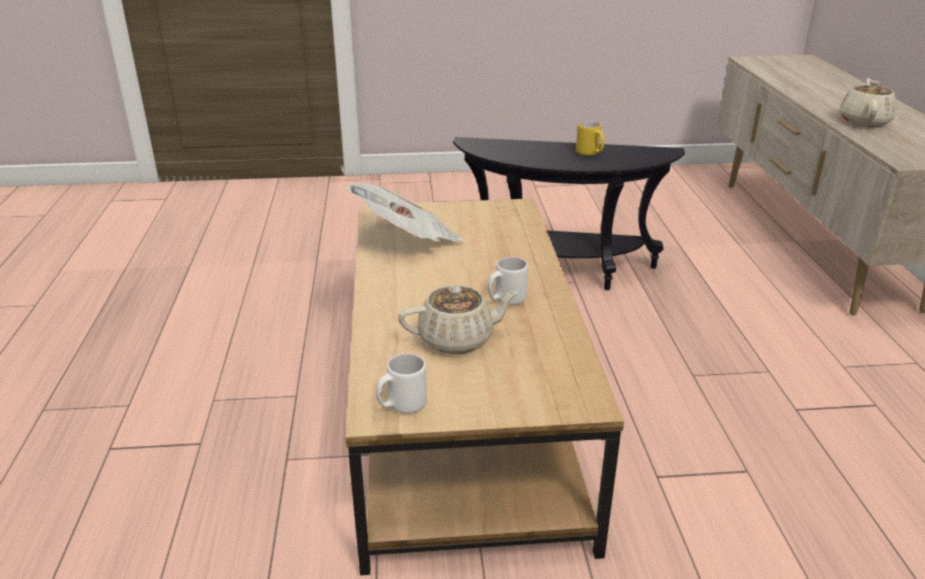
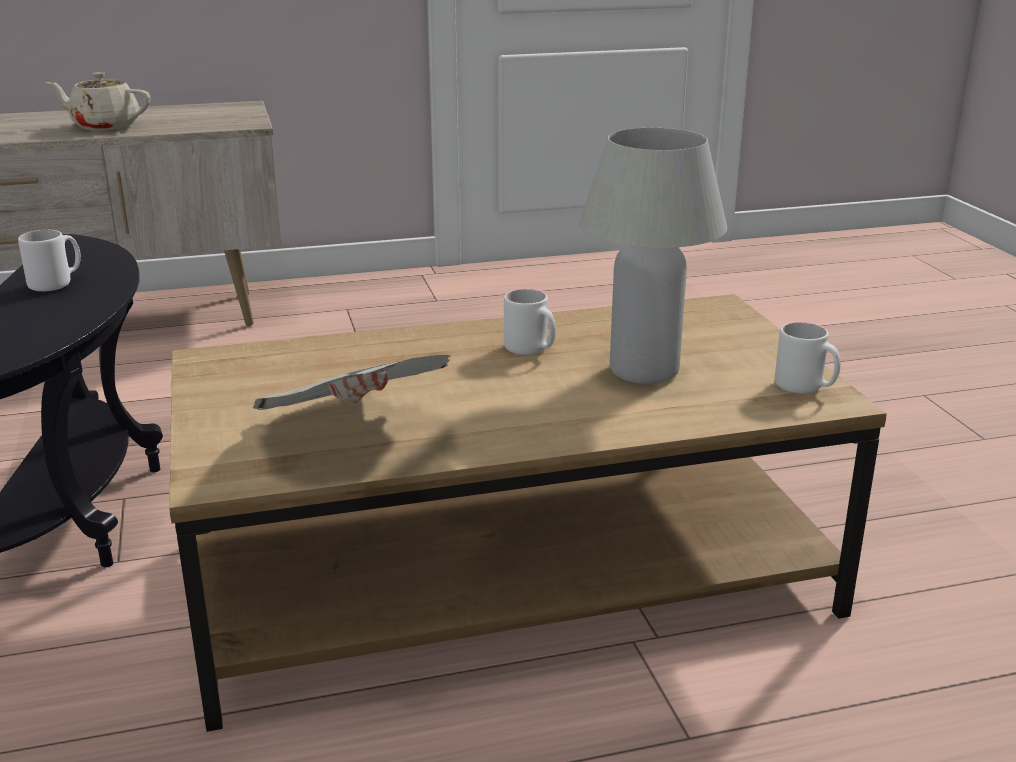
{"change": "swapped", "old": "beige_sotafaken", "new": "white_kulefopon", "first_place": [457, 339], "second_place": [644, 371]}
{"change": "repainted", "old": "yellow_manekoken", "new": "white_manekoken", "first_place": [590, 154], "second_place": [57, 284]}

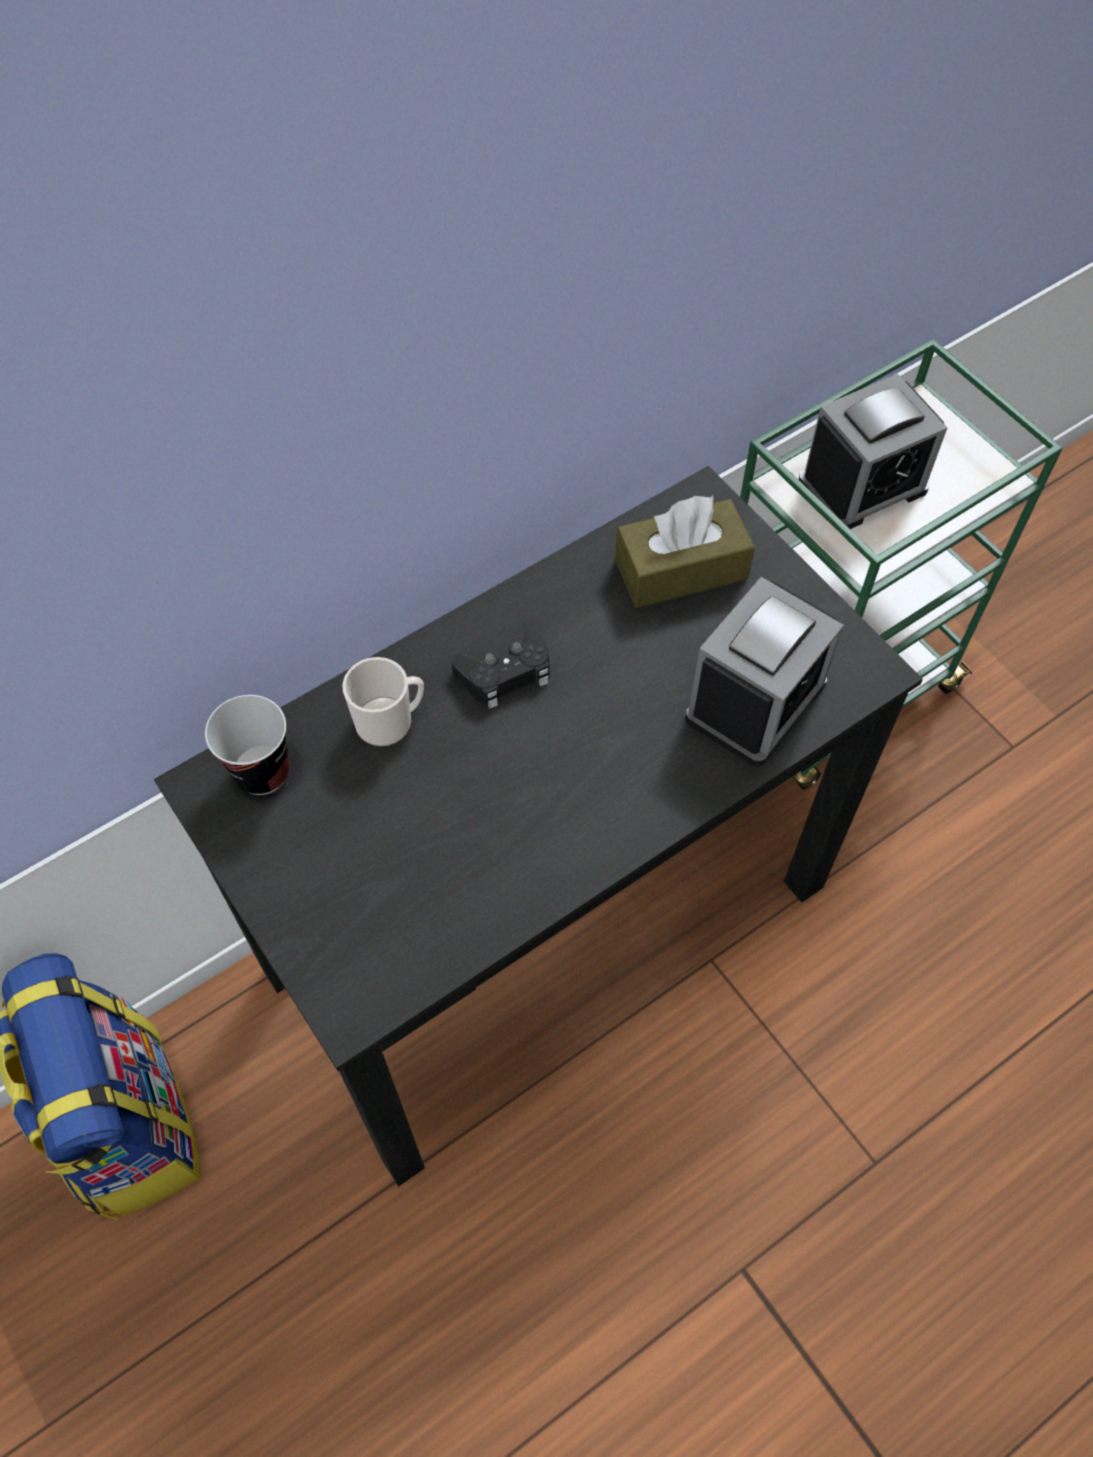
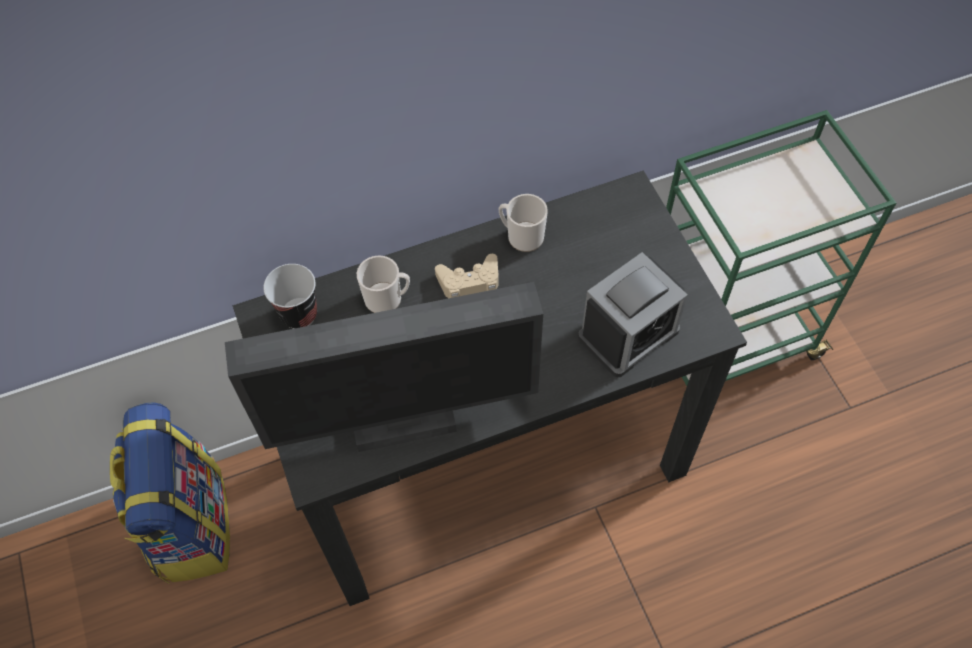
{"change": "gone", "old": "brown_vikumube", "first_place": [681, 569]}
{"change": "gone", "old": "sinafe", "first_place": [862, 486]}
{"change": "new", "new": "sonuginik", "second_place": [404, 423]}
{"change": "new", "new": "manekoken", "second_place": [521, 236]}
{"change": "repainted", "old": "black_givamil", "new": "beige_givamil", "first_place": [506, 673], "second_place": [469, 282]}

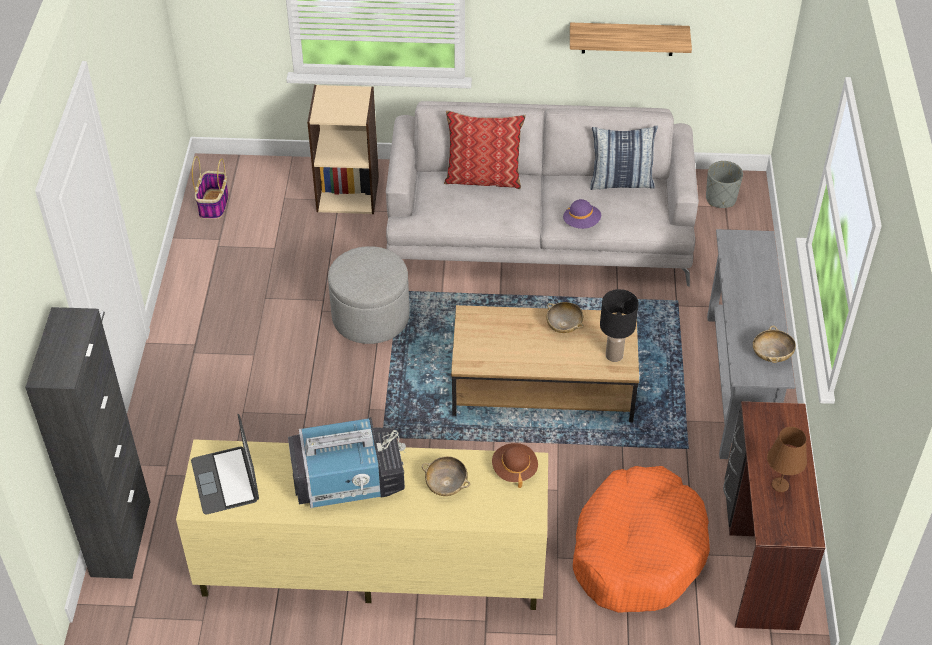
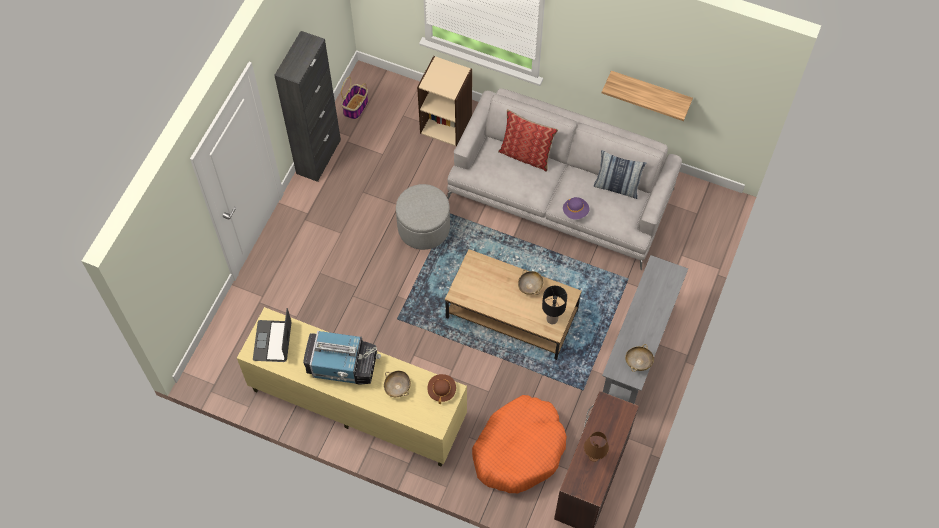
{"change": "gone", "old": "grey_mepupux", "first_place": [721, 199]}
{"change": "shifted", "old": "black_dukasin", "first_place": [121, 538], "second_place": [318, 157]}

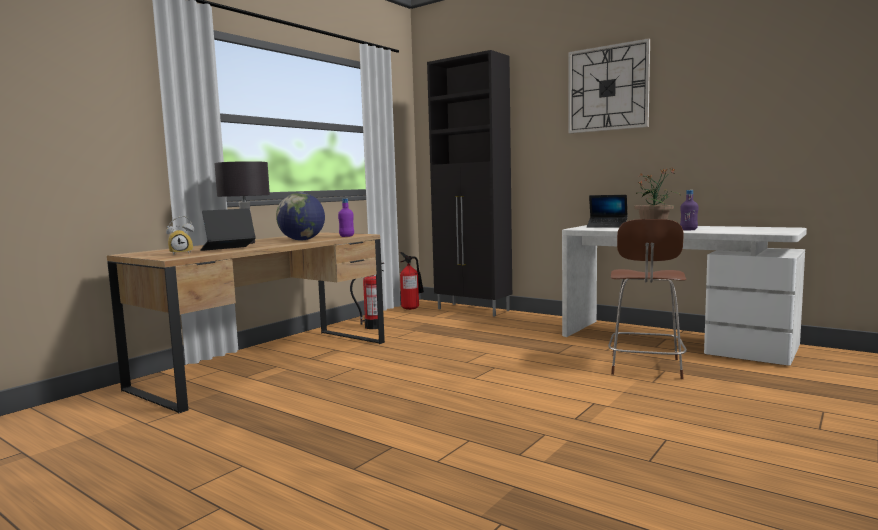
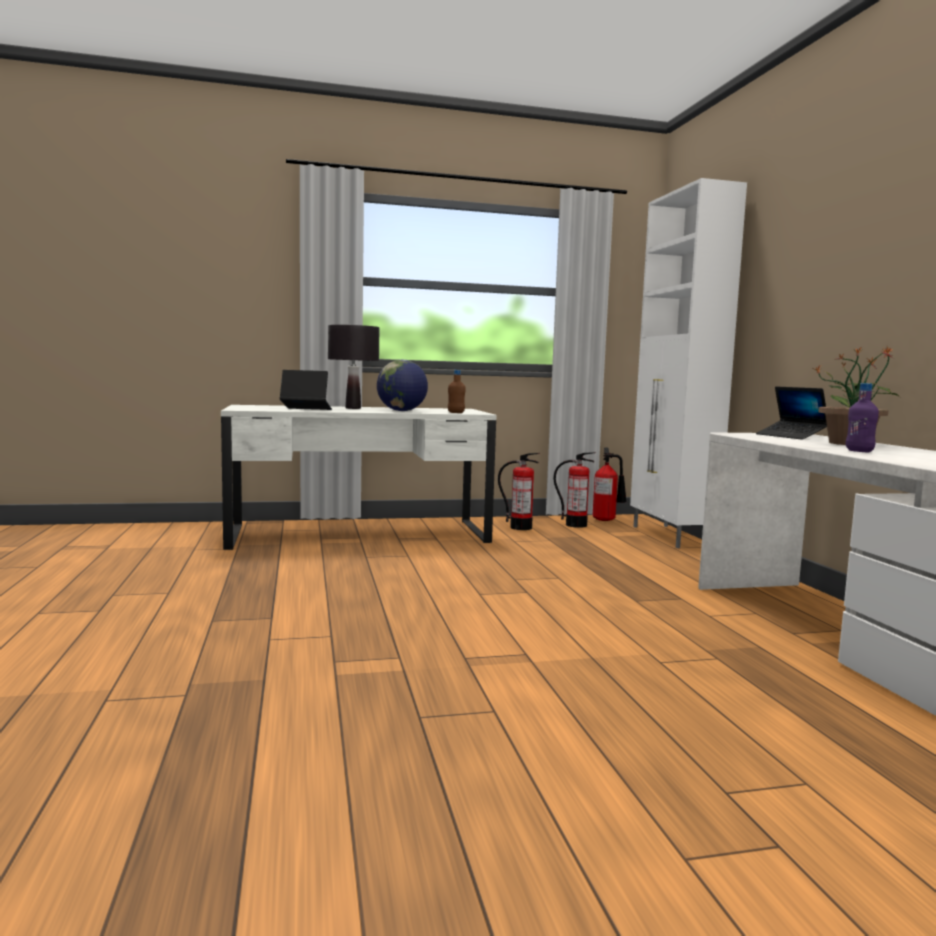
{"change": "gone", "old": "sinafe", "first_place": [182, 253]}
{"change": "gone", "old": "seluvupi", "first_place": [607, 88]}
{"change": "gone", "old": "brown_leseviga", "first_place": [645, 367]}
{"change": "new", "new": "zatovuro", "second_place": [576, 525]}
{"change": "repainted", "old": "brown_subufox", "new": "white_subufox", "first_place": [268, 364], "second_place": [359, 534]}
{"change": "repainted", "old": "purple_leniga", "new": "brown_leniga", "first_place": [346, 236], "second_place": [456, 412]}
{"change": "repainted", "old": "black_dukasin", "new": "white_dukasin", "first_place": [473, 310], "second_place": [671, 536]}

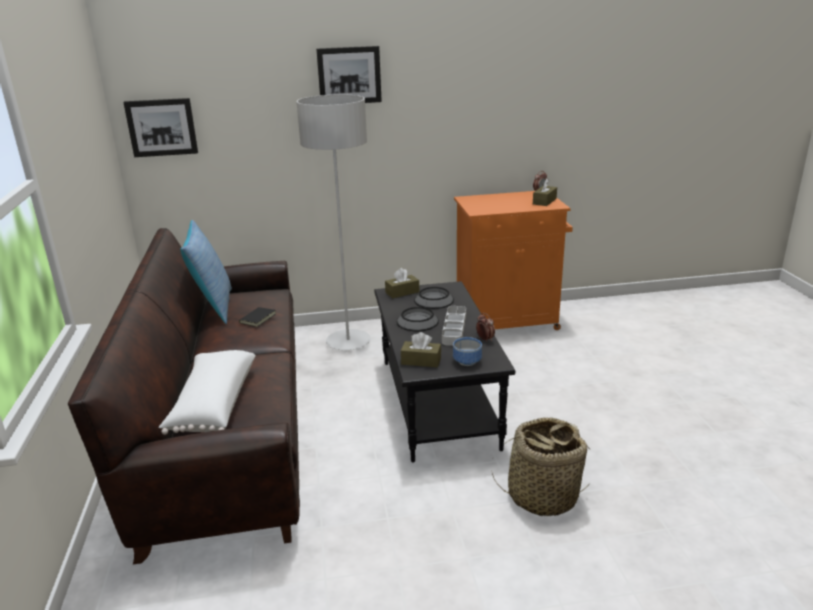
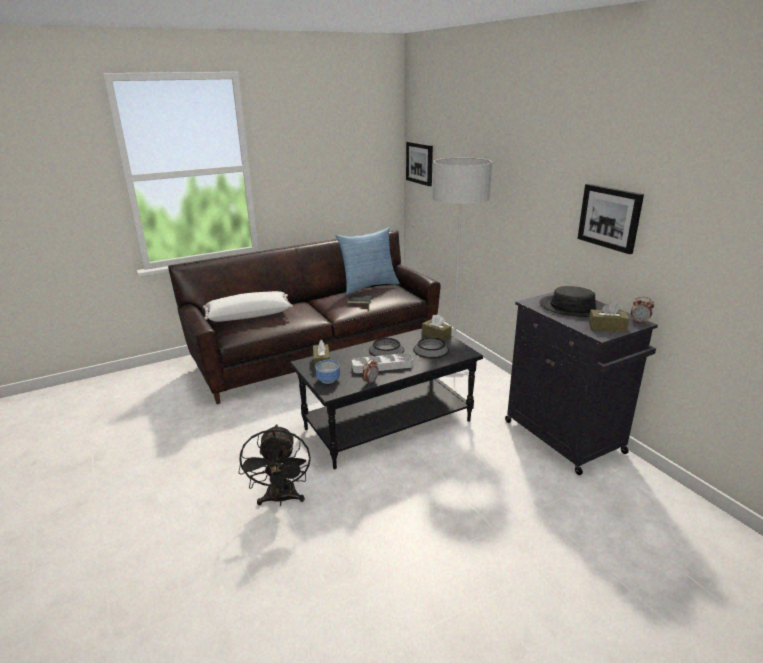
{"change": "new", "new": "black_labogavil", "second_place": [572, 307]}
{"change": "shifted", "old": "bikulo", "first_place": [349, 75], "second_place": [610, 217]}
{"change": "swapped", "old": "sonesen", "new": "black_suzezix", "first_place": [542, 496], "second_place": [281, 499]}
{"change": "repainted", "old": "orange_dukasin", "new": "black_dukasin", "first_place": [508, 321], "second_place": [565, 438]}

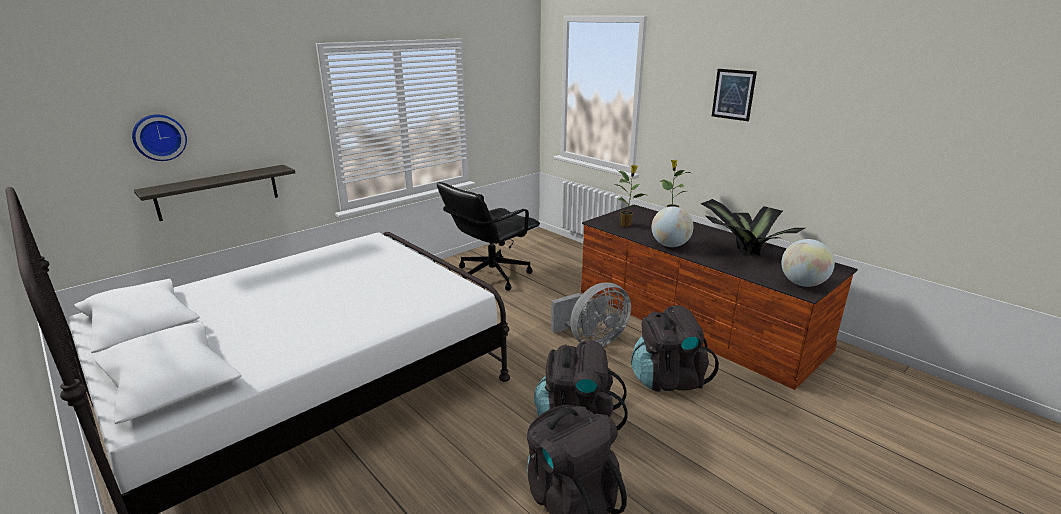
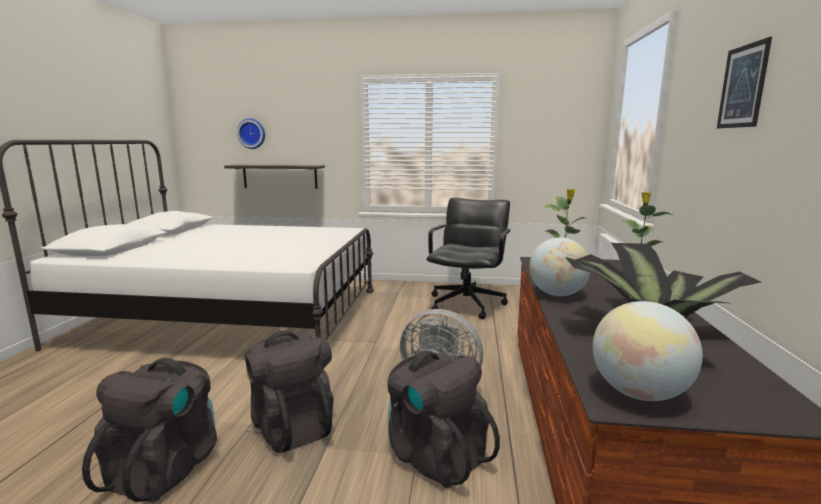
{"change": "rotated", "old": "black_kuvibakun", "first_place": [491, 275], "second_place": [467, 304], "degrees": 105}

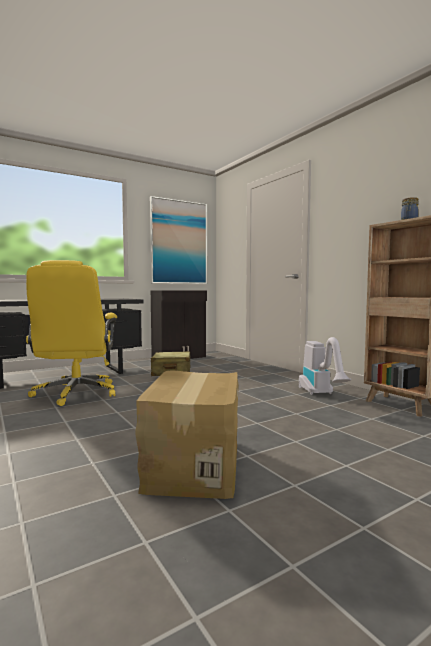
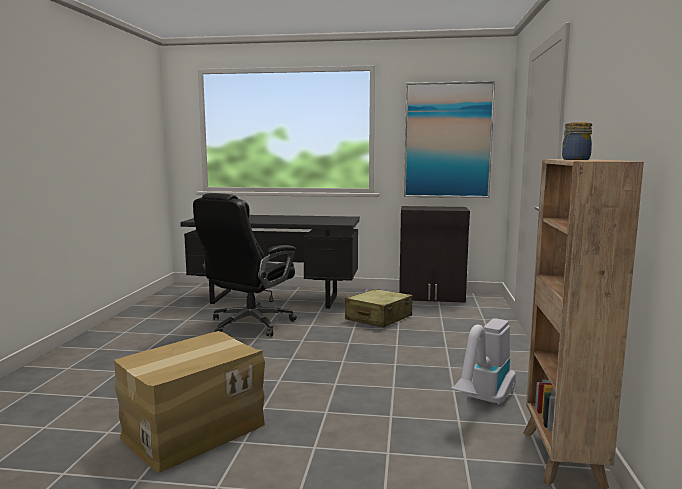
{"change": "repainted", "old": "yellow_kuvibakun", "new": "black_kuvibakun", "first_place": [75, 393], "second_place": [249, 324]}

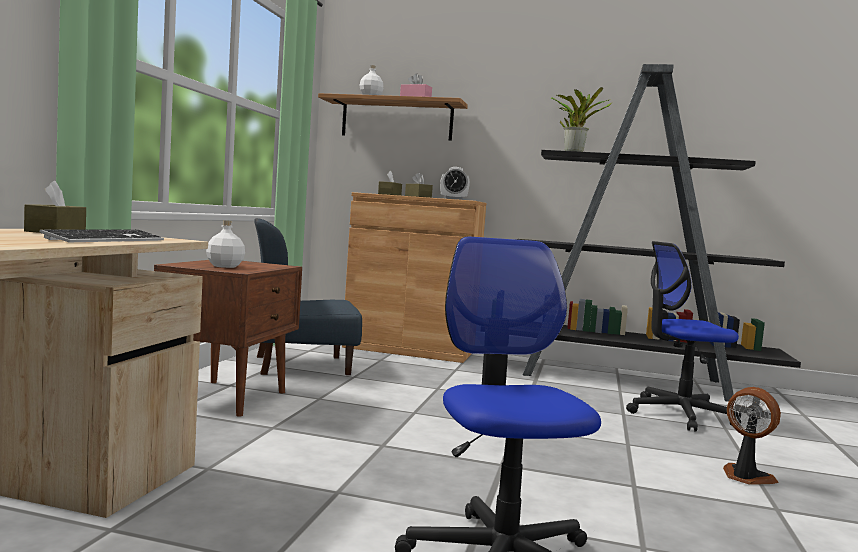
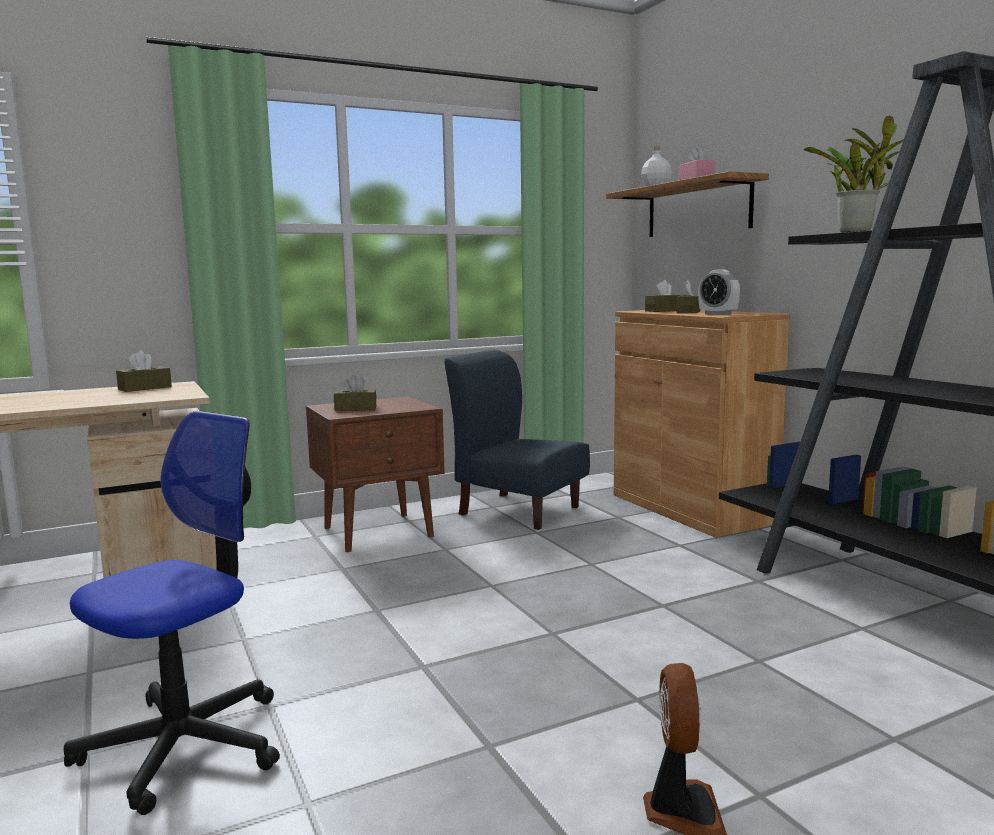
{"change": "gone", "old": "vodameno", "first_place": [106, 240]}
{"change": "gone", "old": "kuvibakun", "first_place": [679, 414]}
{"change": "swapped", "old": "white_leniga", "new": "brown_vikumube", "first_place": [225, 266], "second_place": [355, 408]}

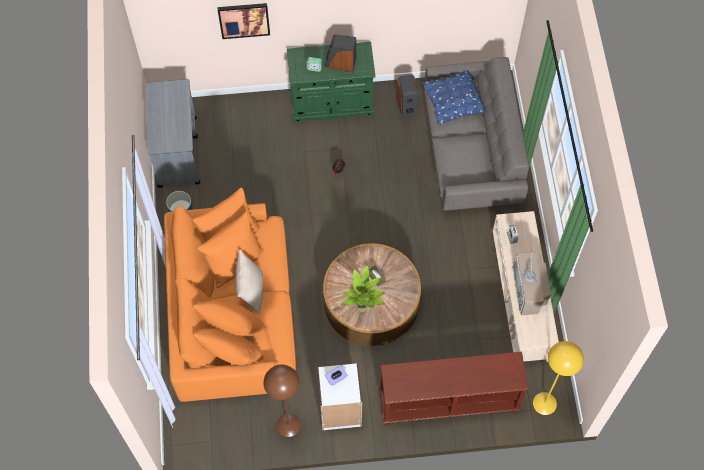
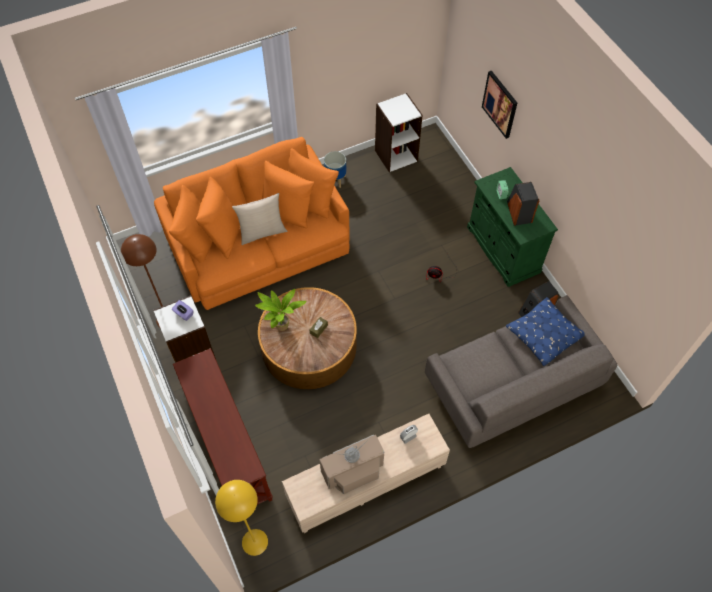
{"change": "swapped", "old": "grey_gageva", "new": "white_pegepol", "first_place": [177, 151], "second_place": [396, 155]}

